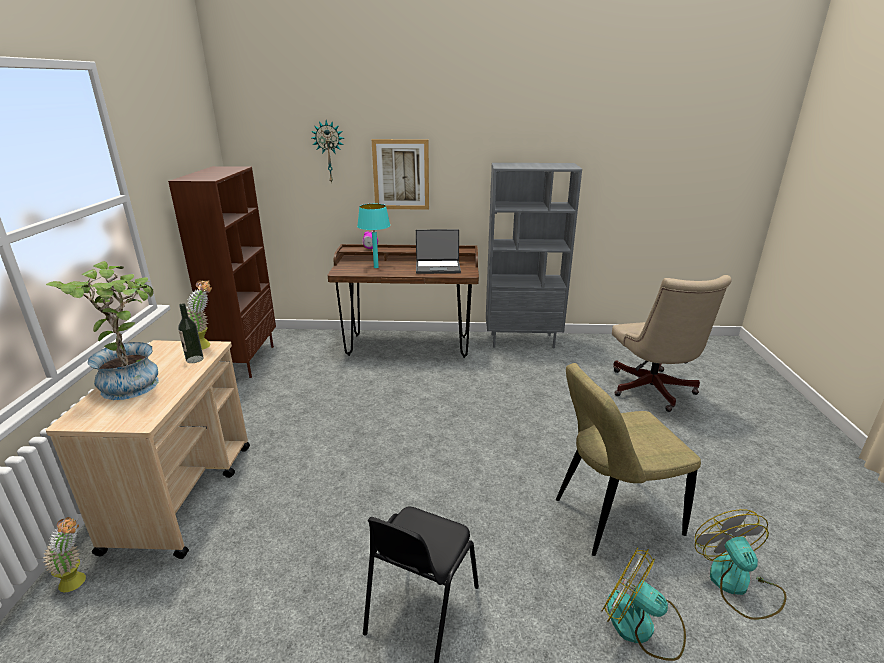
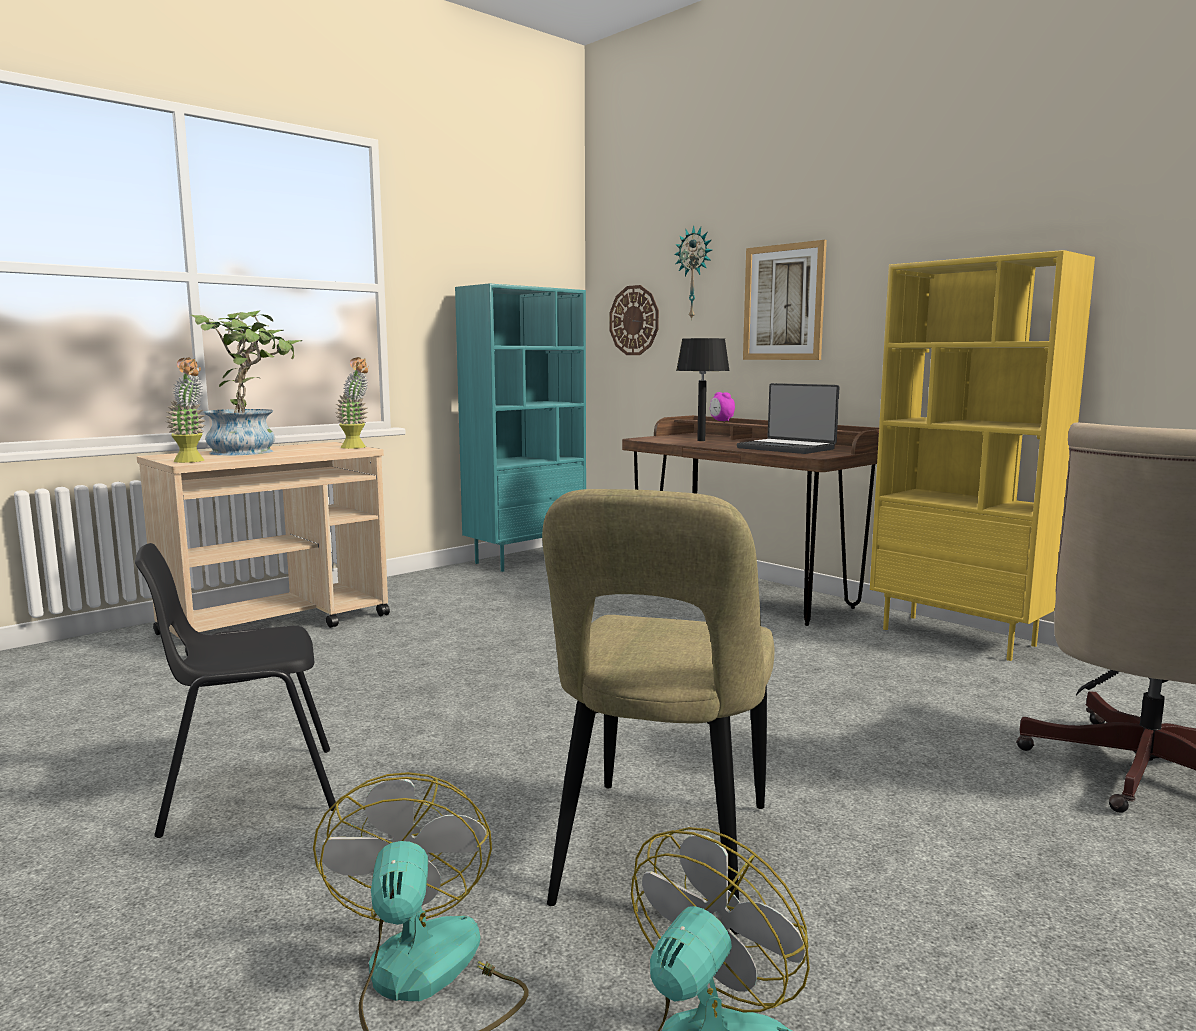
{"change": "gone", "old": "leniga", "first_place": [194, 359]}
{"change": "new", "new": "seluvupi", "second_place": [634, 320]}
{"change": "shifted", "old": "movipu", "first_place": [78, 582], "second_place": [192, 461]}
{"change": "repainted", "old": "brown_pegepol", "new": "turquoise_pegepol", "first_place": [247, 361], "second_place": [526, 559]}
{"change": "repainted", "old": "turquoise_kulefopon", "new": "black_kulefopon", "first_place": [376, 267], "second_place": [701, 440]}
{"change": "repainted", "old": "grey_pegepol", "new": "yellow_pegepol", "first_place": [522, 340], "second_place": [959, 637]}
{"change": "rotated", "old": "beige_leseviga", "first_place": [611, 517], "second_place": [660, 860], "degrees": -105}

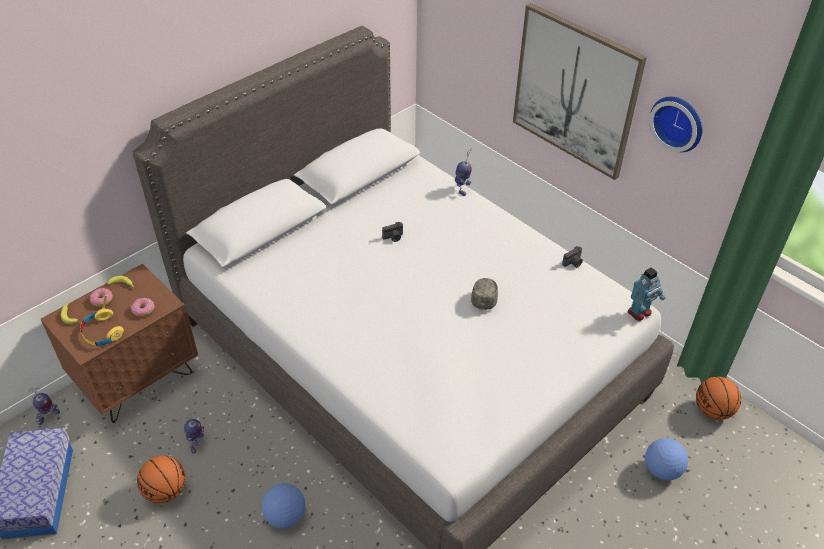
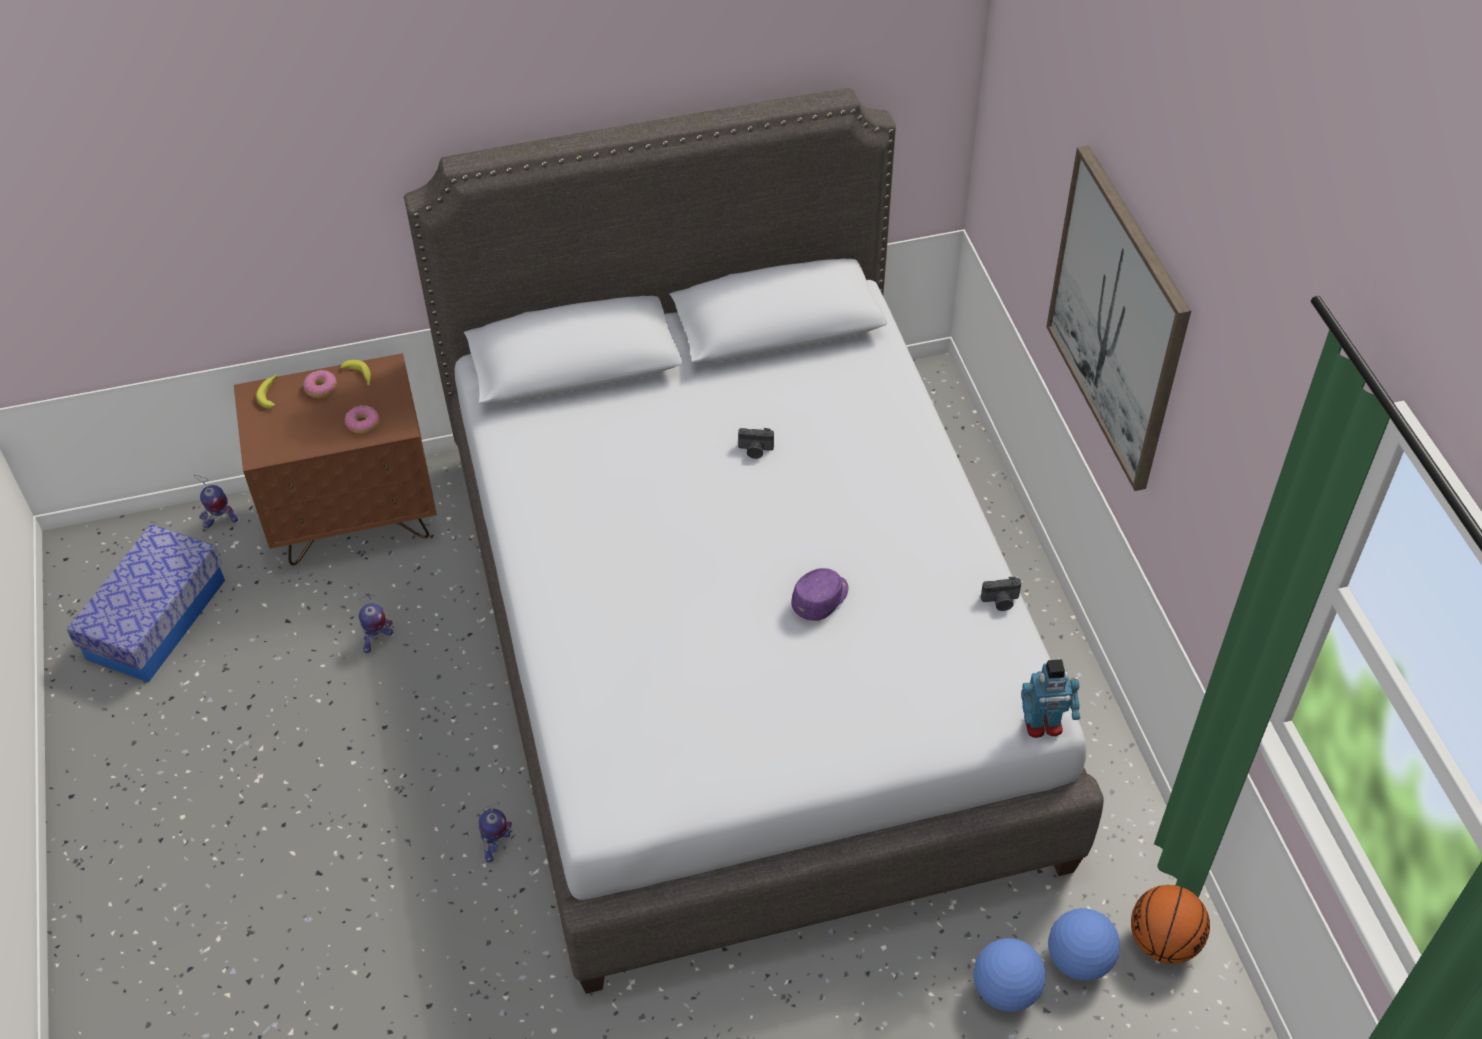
{"change": "gone", "old": "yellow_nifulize", "first_place": [102, 332]}
{"change": "gone", "old": "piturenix", "first_place": [166, 491]}
{"change": "gone", "old": "seluvupi", "first_place": [678, 122]}
{"change": "shifted", "old": "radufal", "first_place": [285, 516], "second_place": [1079, 959]}
{"change": "shifted", "old": "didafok", "first_place": [462, 189], "second_place": [496, 846]}
{"change": "repainted", "old": "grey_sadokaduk", "new": "purple_sadokaduk", "first_place": [484, 297], "second_place": [821, 599]}

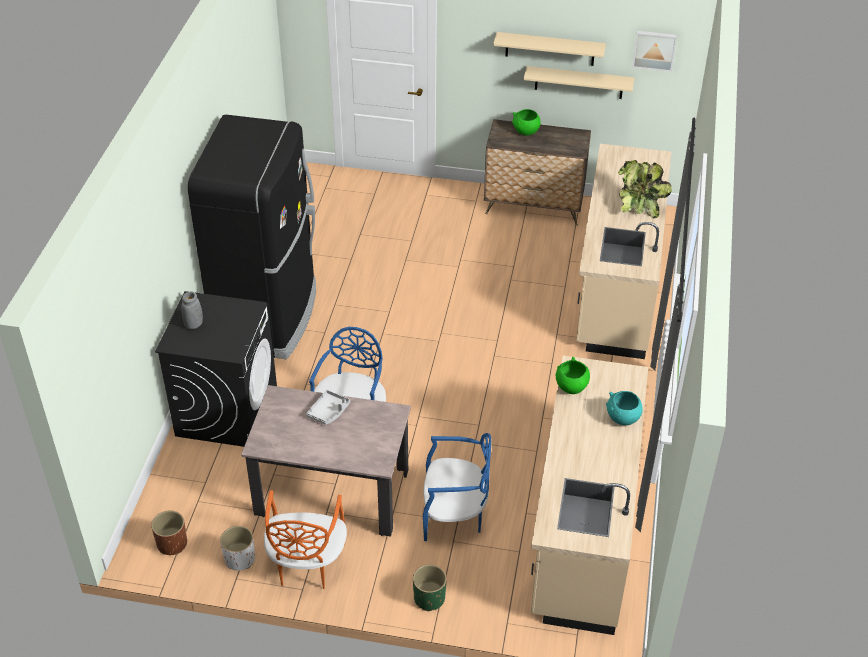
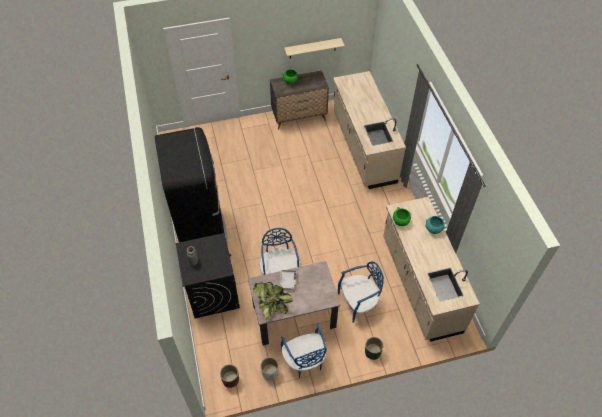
{"change": "gone", "old": "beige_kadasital", "first_place": [550, 49]}
{"change": "gone", "old": "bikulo", "first_place": [654, 50]}
{"change": "shifted", "old": "movipu", "first_place": [638, 205], "second_place": [271, 305]}
{"change": "repainted", "old": "orange_leseviga", "new": "blue_leseviga", "first_place": [306, 564], "second_place": [304, 361]}

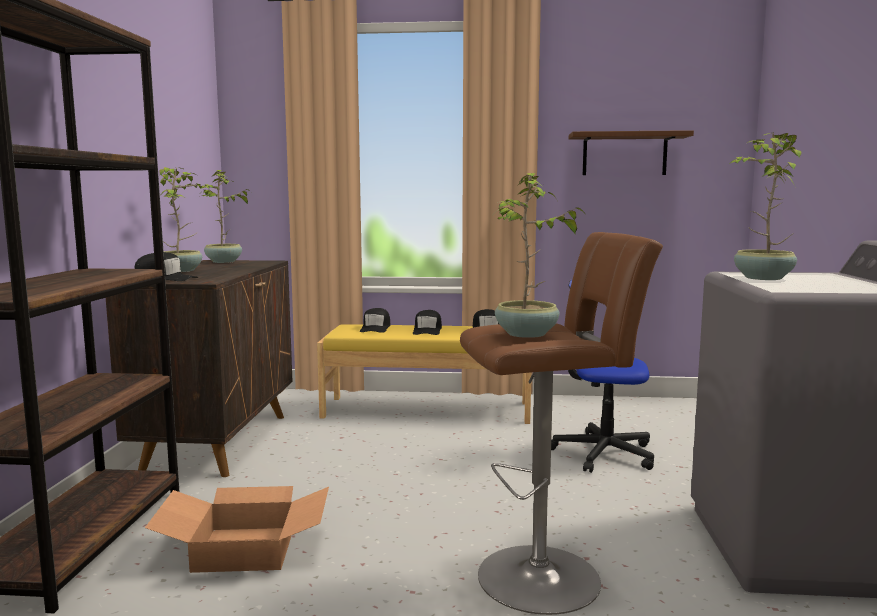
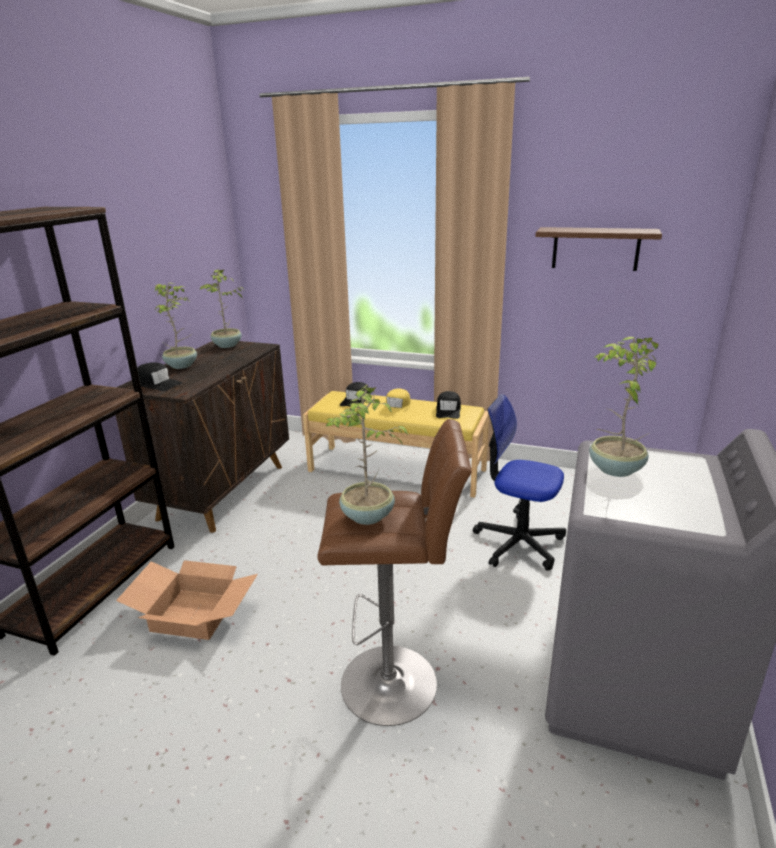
{"change": "repainted", "old": "black_sadokaduk", "new": "yellow_sadokaduk", "first_place": [427, 330], "second_place": [396, 407]}

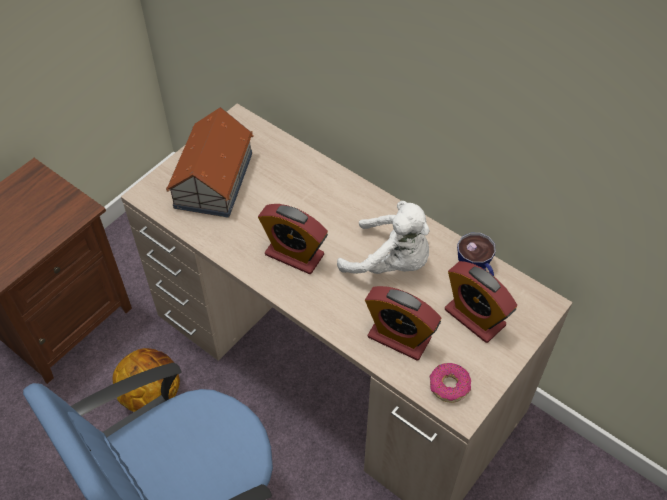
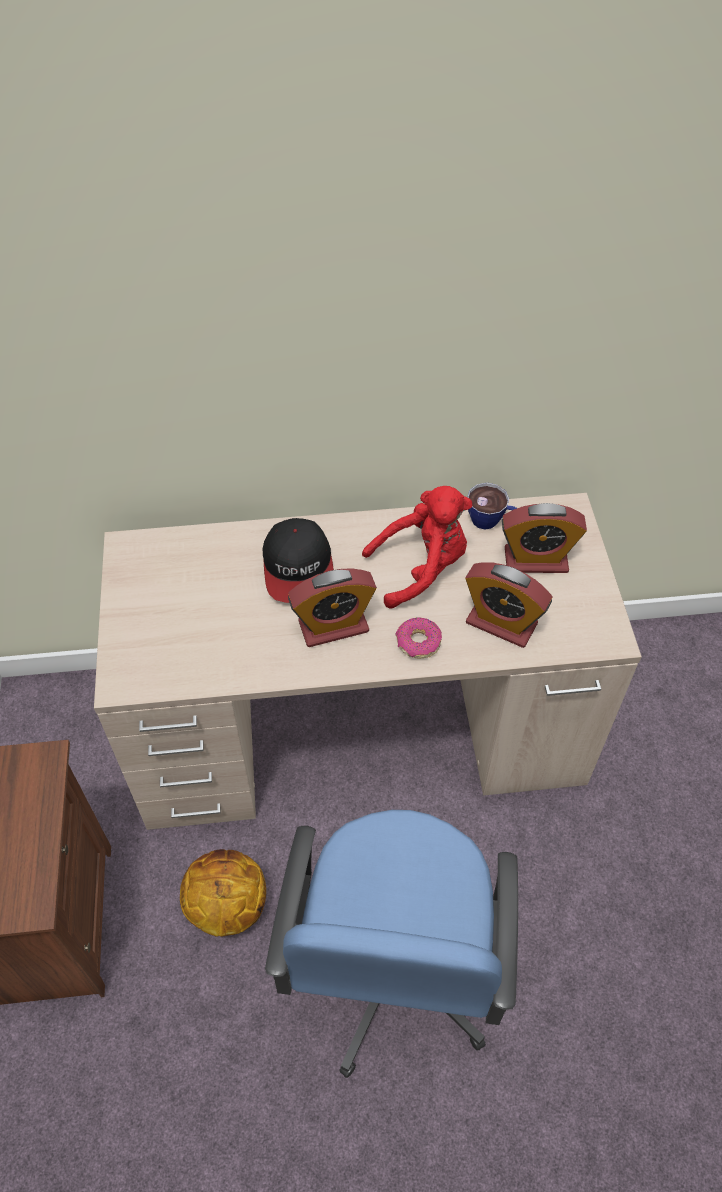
{"change": "gone", "old": "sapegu", "first_place": [213, 180]}
{"change": "new", "new": "sadokaduk", "second_place": [299, 568]}
{"change": "shifted", "old": "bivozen", "first_place": [449, 386], "second_place": [418, 642]}
{"change": "repainted", "old": "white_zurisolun", "new": "red_zurisolun", "first_place": [391, 262], "second_place": [421, 568]}
{"change": "rotated", "old": "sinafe", "first_place": [399, 337], "second_place": [501, 623], "degrees": 45}

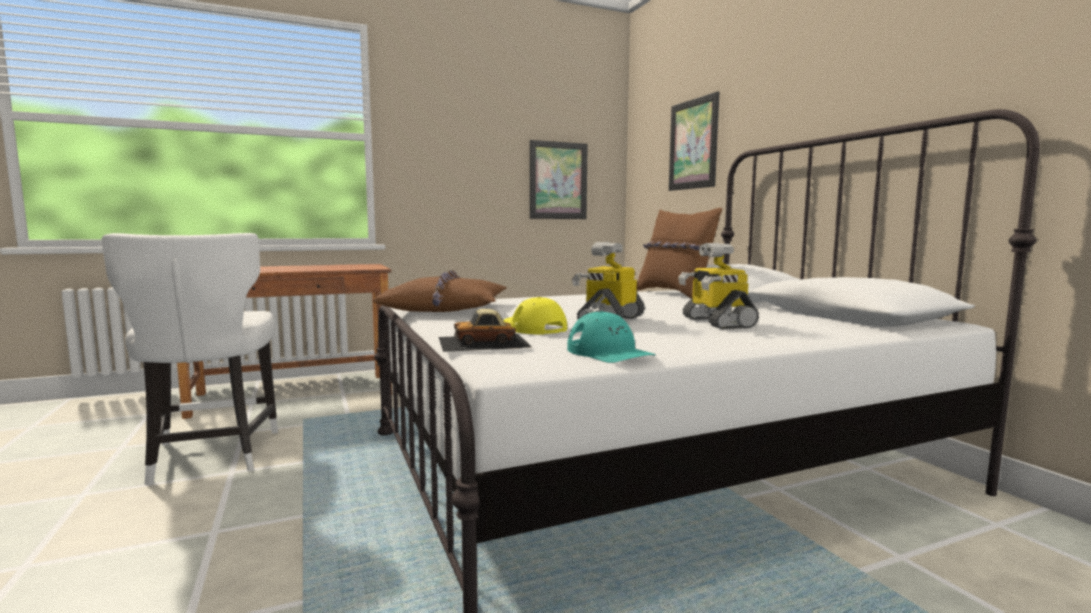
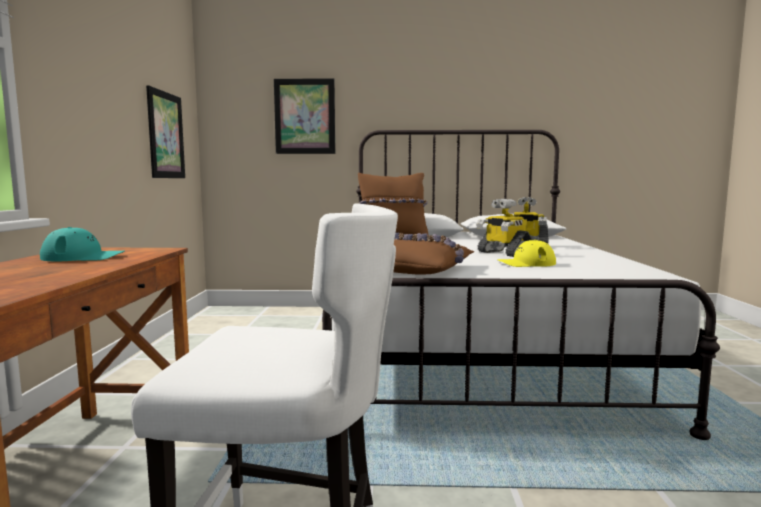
{"change": "gone", "old": "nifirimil", "first_place": [484, 342]}
{"change": "shifted", "old": "turquoise_sadokaduk", "first_place": [609, 353], "second_place": [84, 257]}

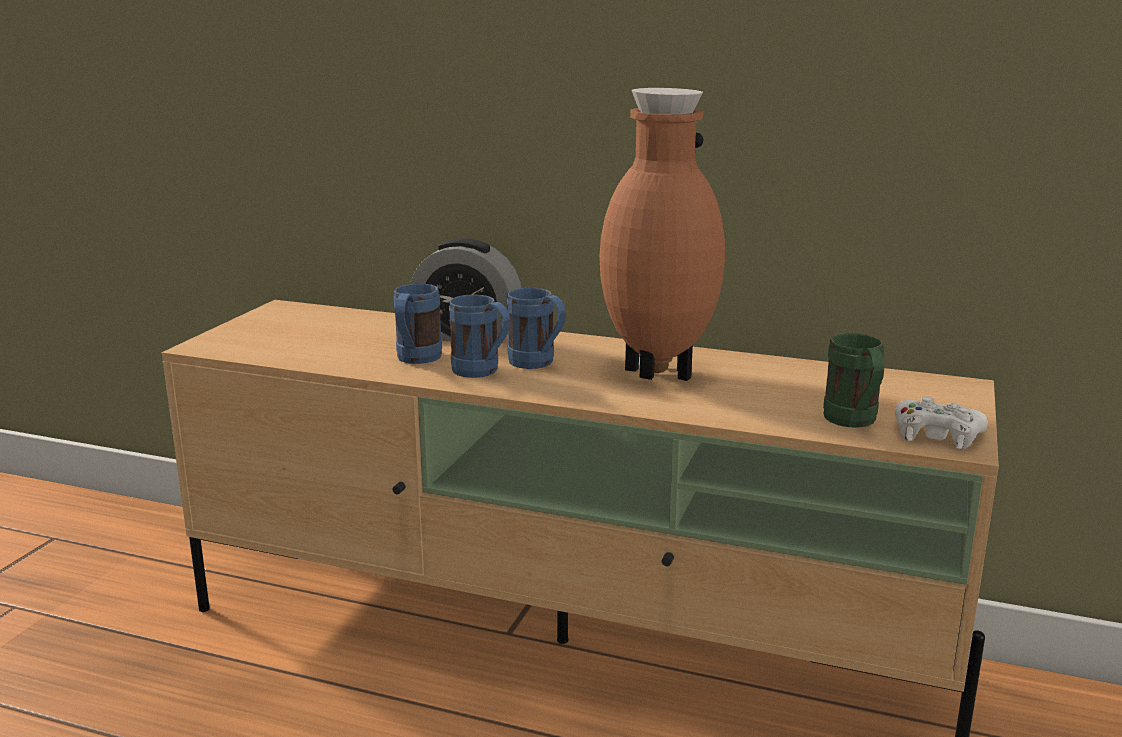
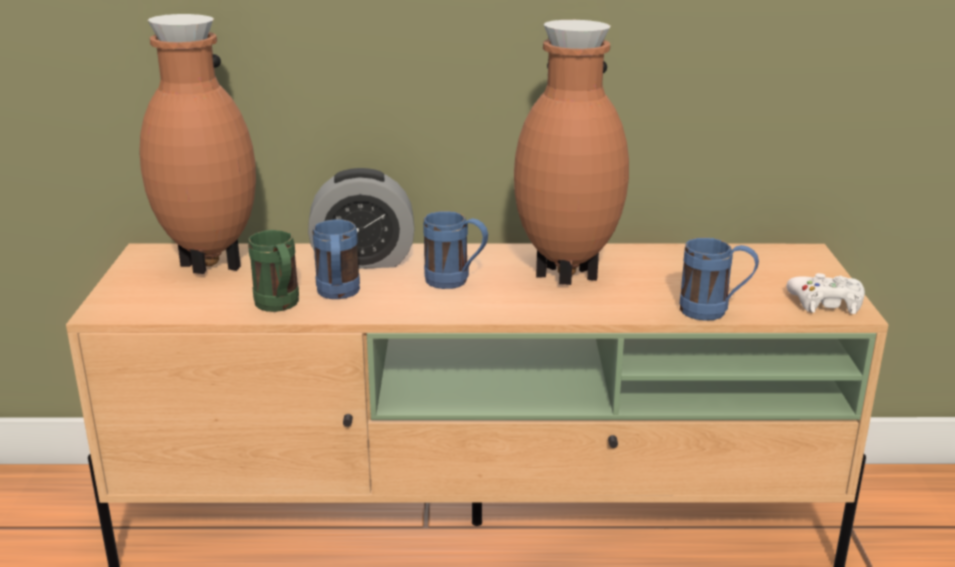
{"change": "new", "new": "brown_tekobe", "second_place": [209, 267]}
{"change": "shifted", "old": "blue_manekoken", "first_place": [482, 373], "second_place": [714, 313]}
{"change": "shifted", "old": "green_manekoken", "first_place": [854, 423], "second_place": [279, 307]}

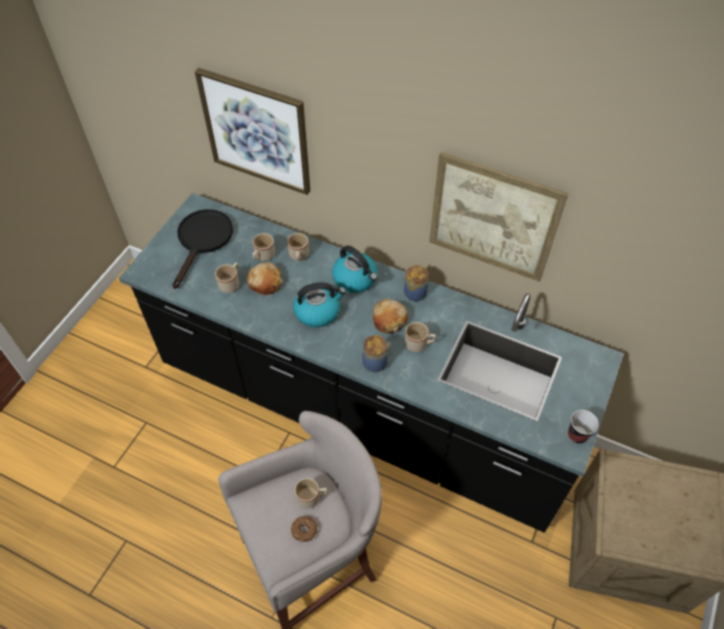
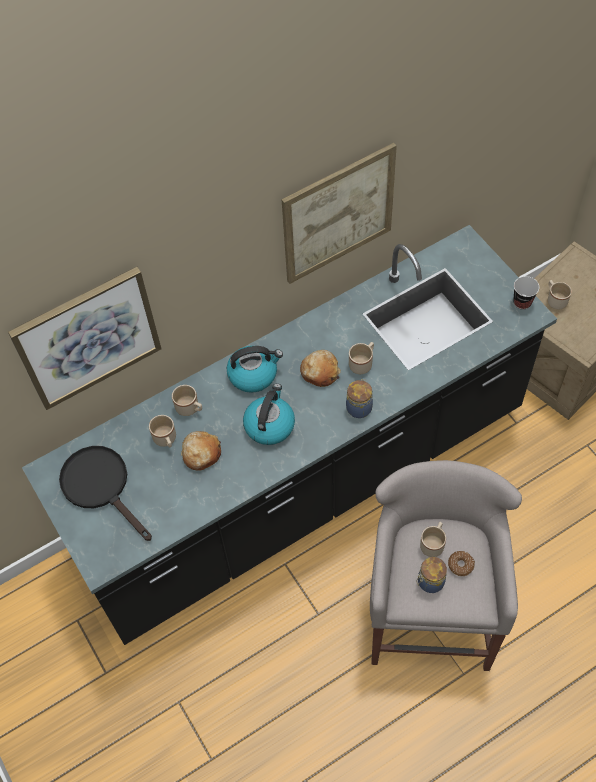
{"change": "shifted", "old": "beige_manekoken", "first_place": [231, 283], "second_place": [555, 299]}
{"change": "shifted", "old": "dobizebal", "first_place": [414, 292], "second_place": [429, 582]}

